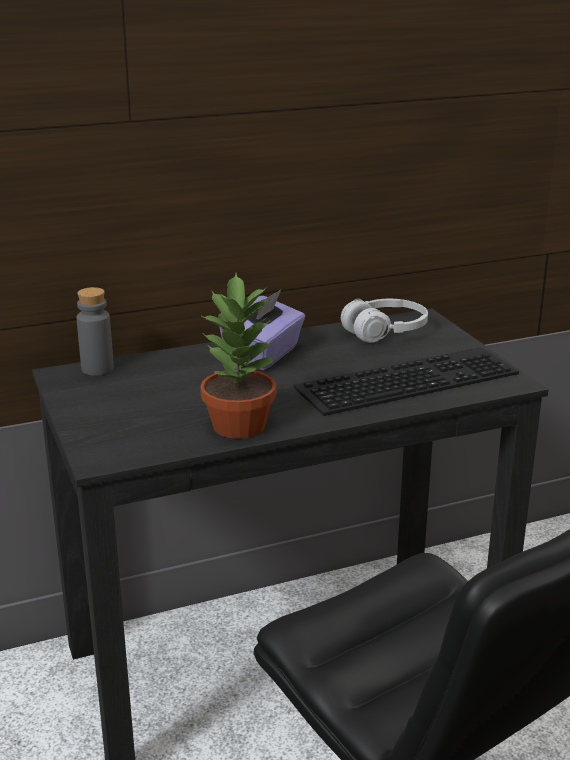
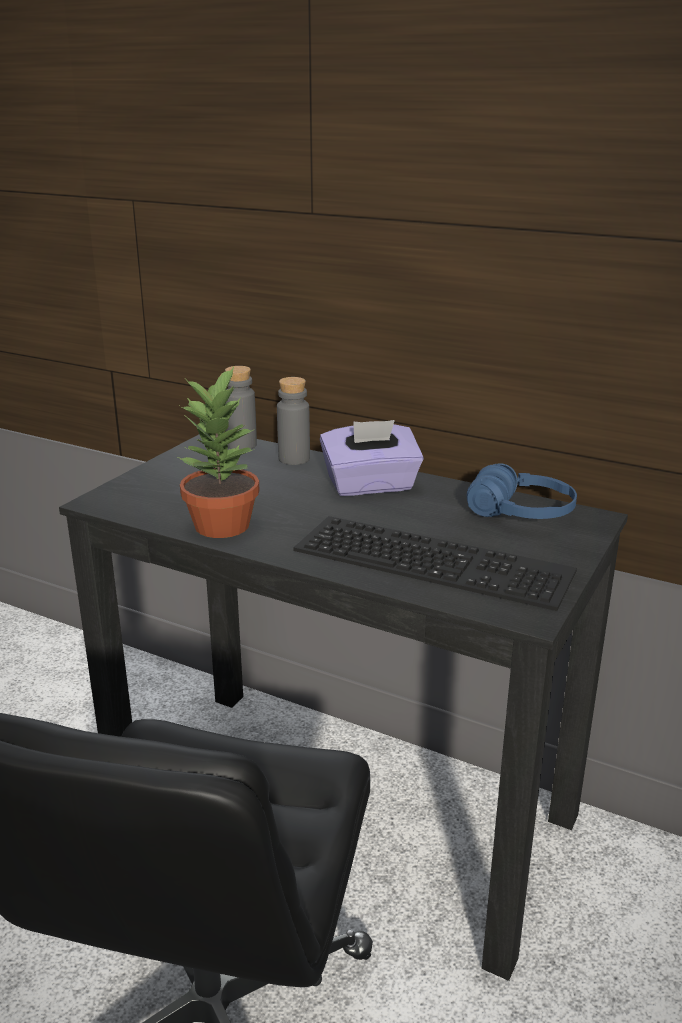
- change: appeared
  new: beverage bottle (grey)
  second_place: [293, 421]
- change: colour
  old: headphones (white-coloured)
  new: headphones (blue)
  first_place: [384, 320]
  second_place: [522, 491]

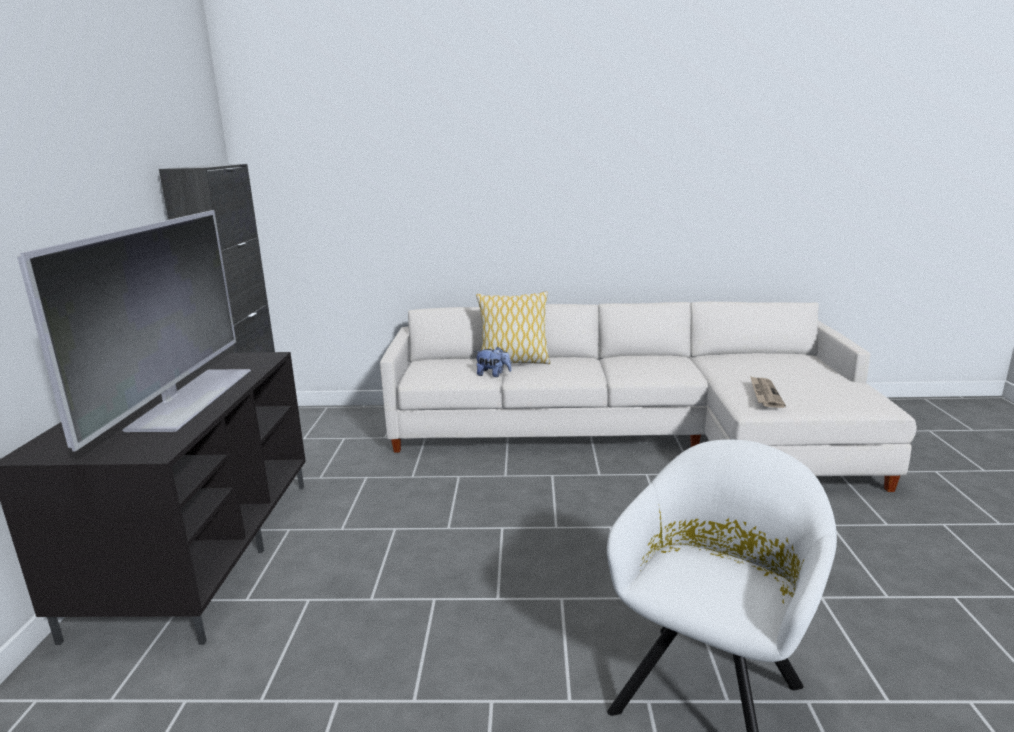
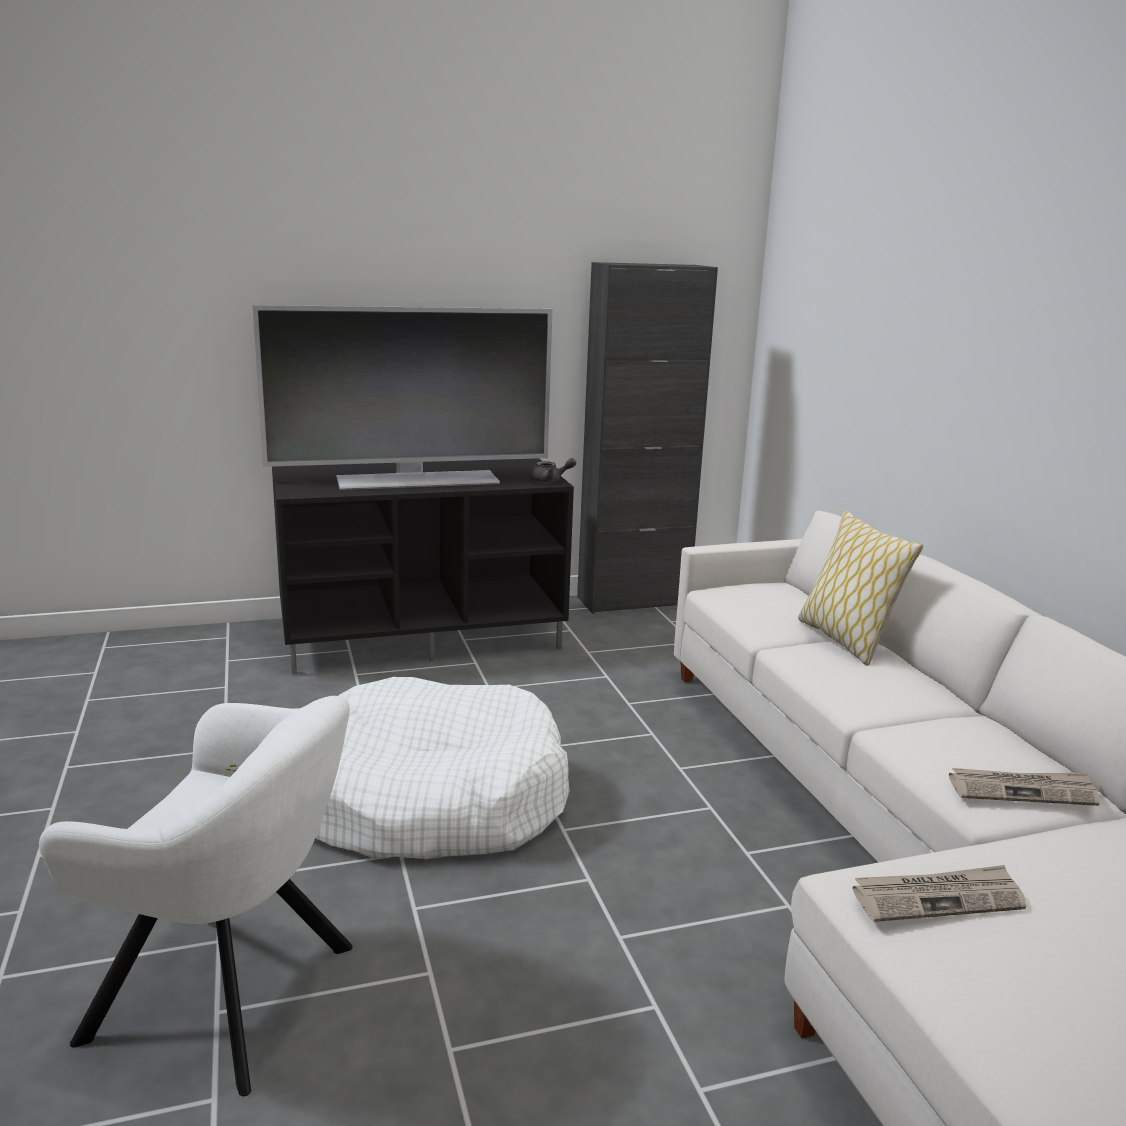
- change: missing
  old: soft toy
  first_place: [493, 362]
- change: appeared
  new: dog cushion (white-coloured)
  second_place: [442, 768]
- change: appeared
  new: pot for tea (grey)
  second_place: [553, 470]
- change: appeared
  new: newspaper
  second_place: [1024, 787]

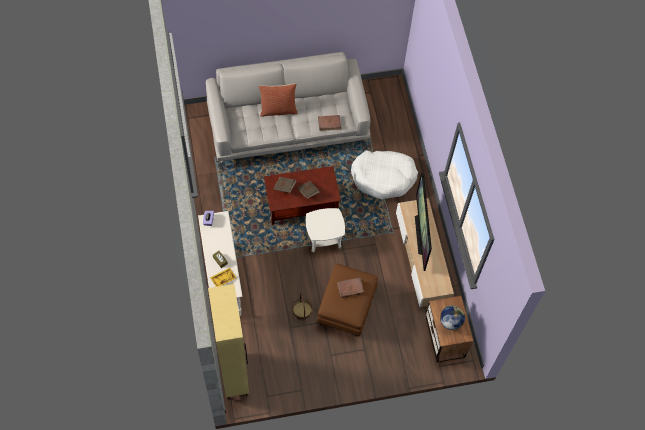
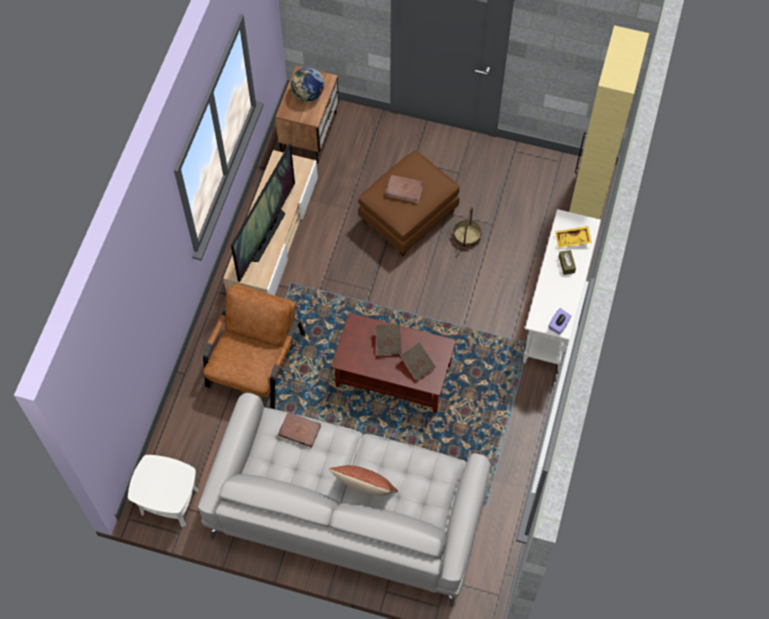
- change: relocated
  old: end table (white-coloured)
  first_place: [325, 230]
  second_place: [163, 491]
- change: exchanged
  old: dog cushion (white-coloured)
  new: lounge chair (brown-coloured)
  first_place: [384, 174]
  second_place: [254, 346]

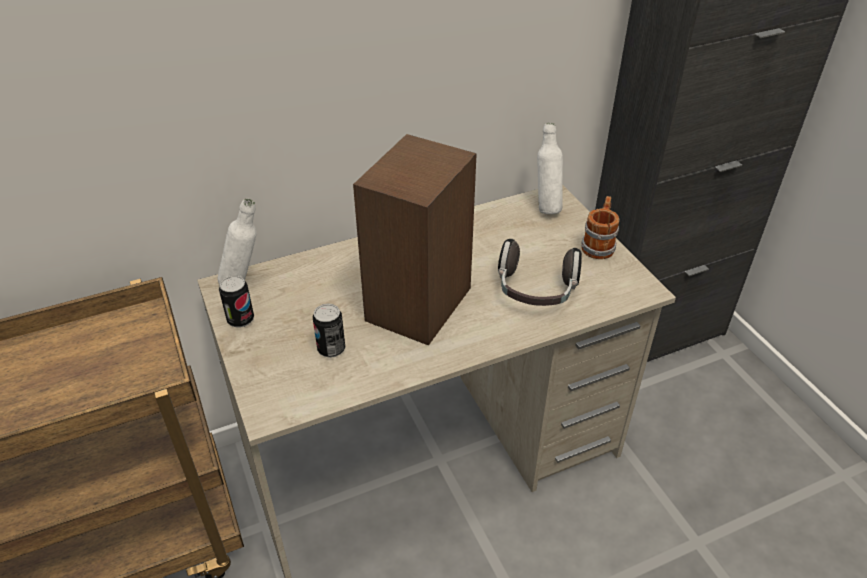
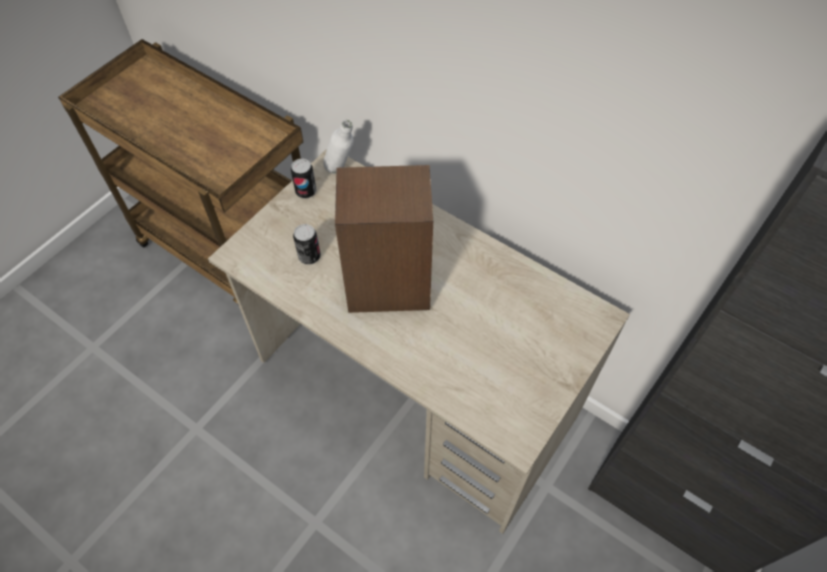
- change: missing
  old: headphones
  first_place: [540, 272]
- change: missing
  old: beverage bottle (white-coloured)
  first_place: [550, 168]
- change: missing
  old: tea mug
  first_place: [600, 227]

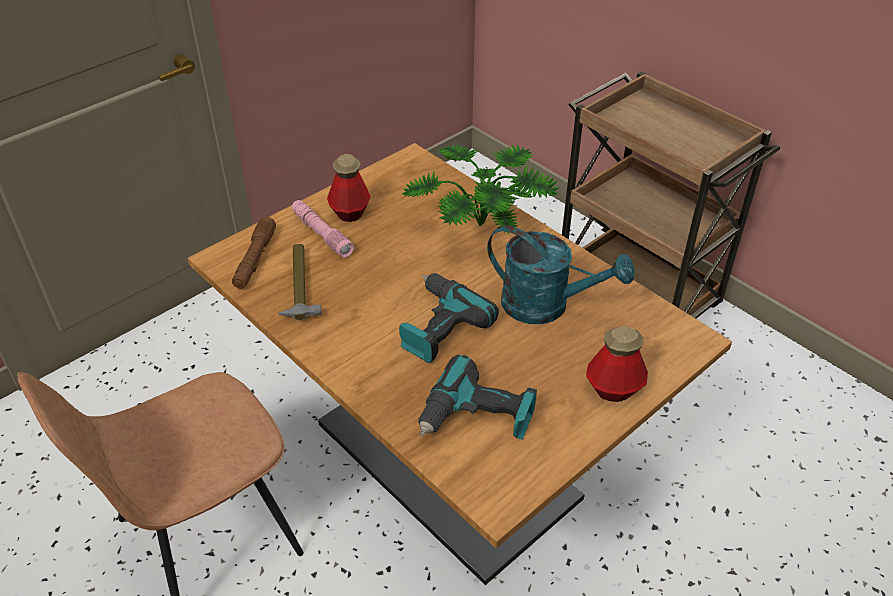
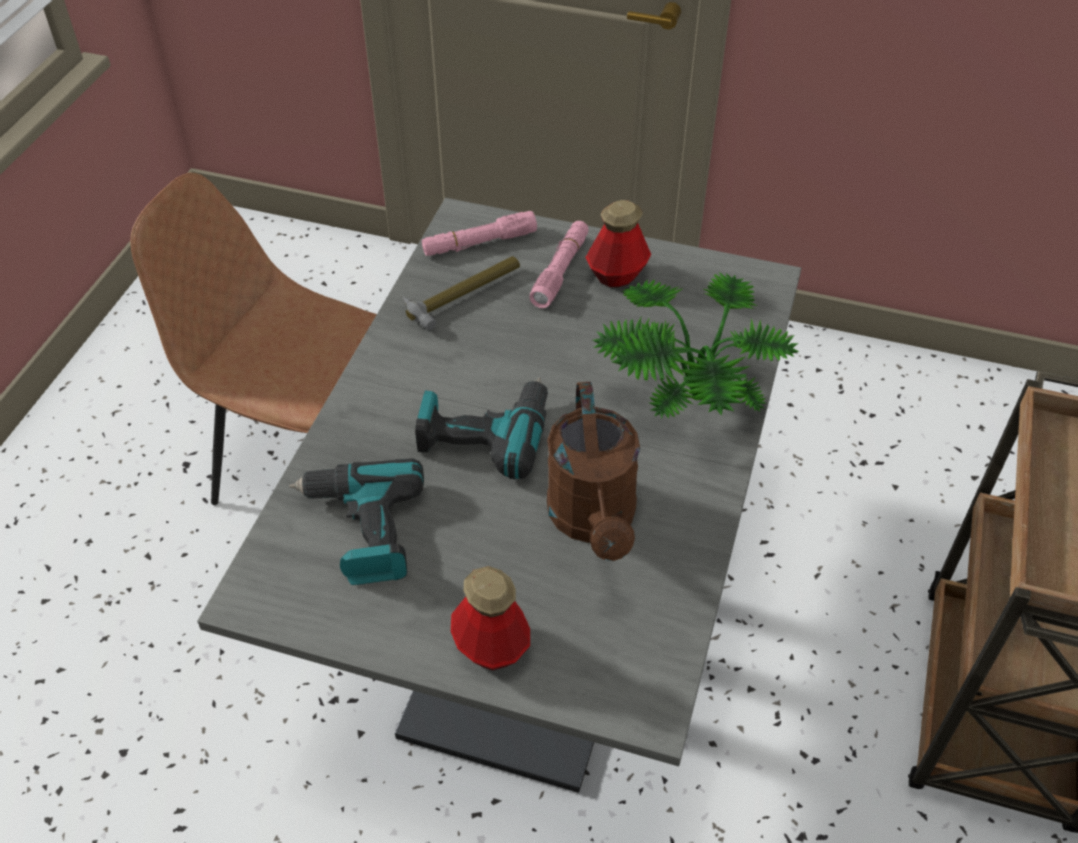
- change: colour
  old: dining table (brown-coloured)
  new: dining table (grey)
  first_place: [460, 364]
  second_place: [499, 495]
- change: colour
  old: torch (brown-coloured)
  new: torch (pink-coloured)
  first_place: [254, 253]
  second_place: [479, 233]
- change: colour
  old: watering can (turquoise)
  new: watering can (brown-coloured)
  first_place: [561, 274]
  second_place: [593, 471]

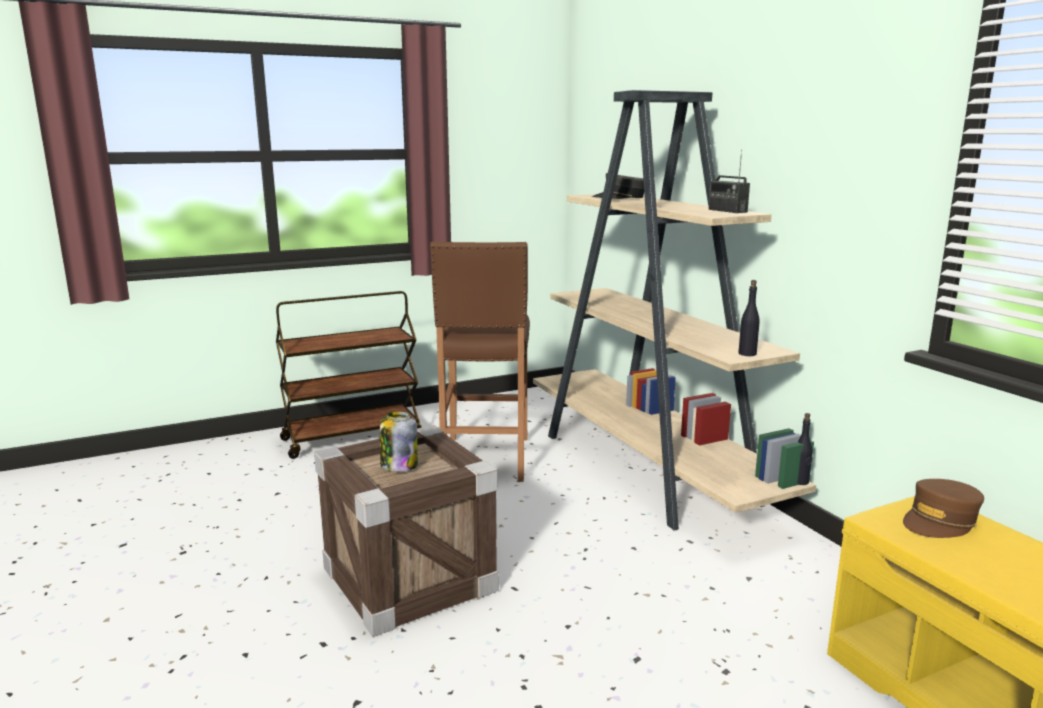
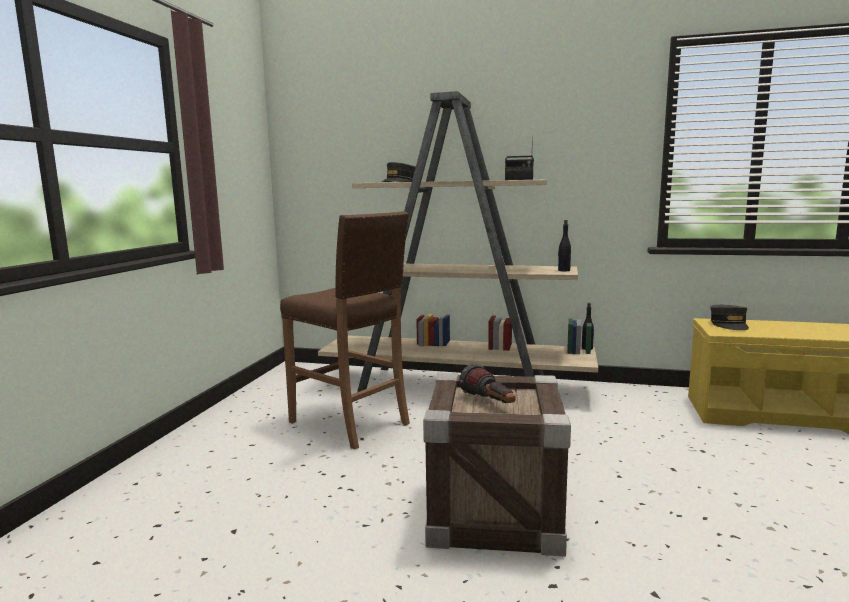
- change: missing
  old: trolley (brown-coloured)
  first_place: [348, 375]
- change: exchanged
  old: storage jar
  new: torch
  first_place: [399, 441]
  second_place: [487, 383]
- change: colour
  old: cap (brown-coloured)
  new: cap (grey)
  first_place: [943, 508]
  second_place: [729, 317]

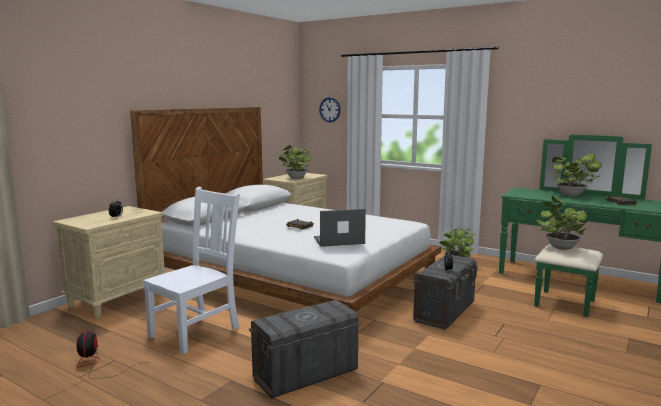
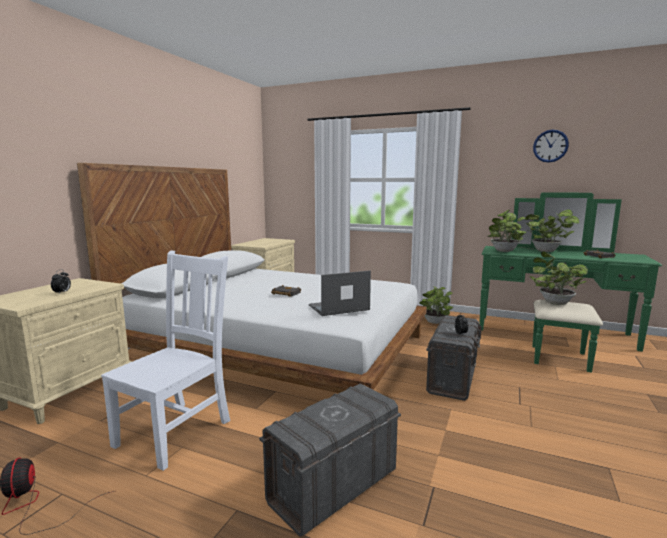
- change: relocated
  old: plant in a pot
  first_place: [295, 162]
  second_place: [507, 231]
- change: relocated
  old: wall clock
  first_place: [329, 109]
  second_place: [551, 146]

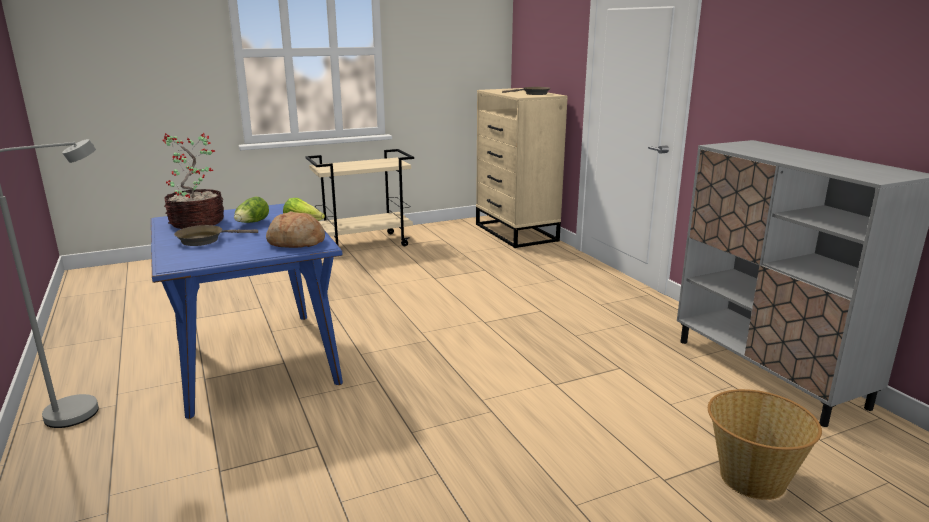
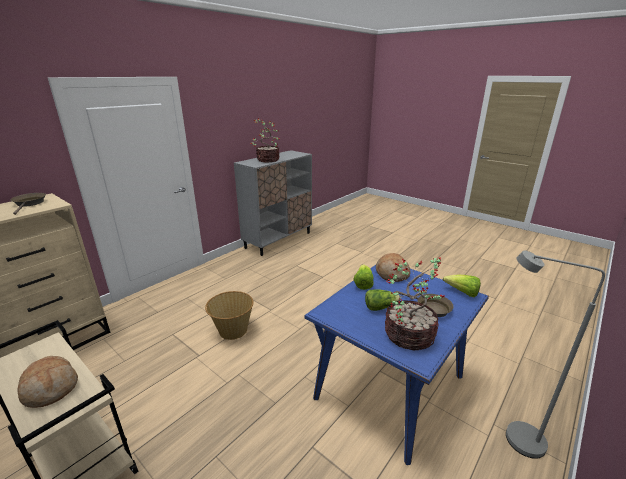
- change: appeared
  new: bakery bread
  second_place: [48, 382]
- change: appeared
  new: plant in a pot
  second_place: [265, 140]
- change: appeared
  new: lettuce
  second_place: [462, 286]
- change: relocated
  old: basket
  first_place: [765, 444]
  second_place: [229, 315]

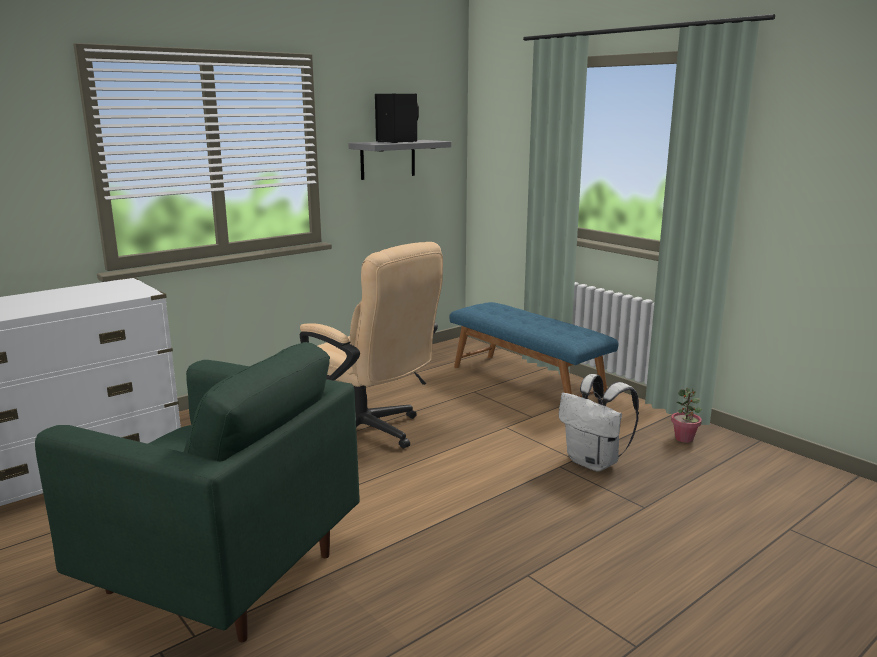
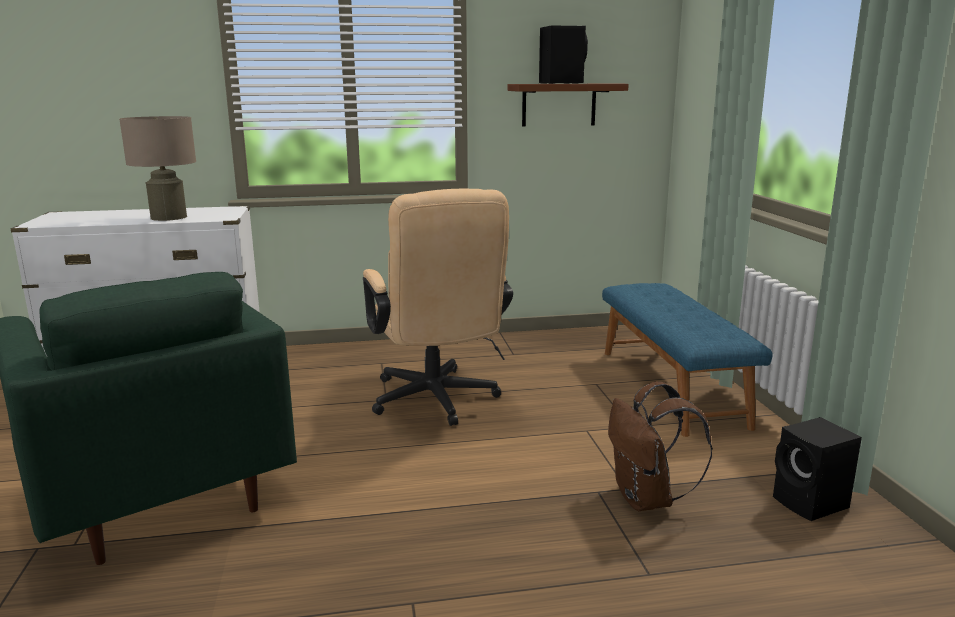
- change: appeared
  new: lamp for a table (beige)
  second_place: [157, 168]
- change: exchanged
  old: plant in a pot
  new: speaker (black)
  first_place: [686, 415]
  second_place: [817, 469]
- change: colour
  old: bracket shelf (grey)
  new: bracket shelf (brown-coloured)
  first_place: [399, 160]
  second_place: [568, 105]
- change: colour
  old: knapsack (white-coloured)
  new: knapsack (brown-coloured)
  first_place: [598, 423]
  second_place: [660, 446]

